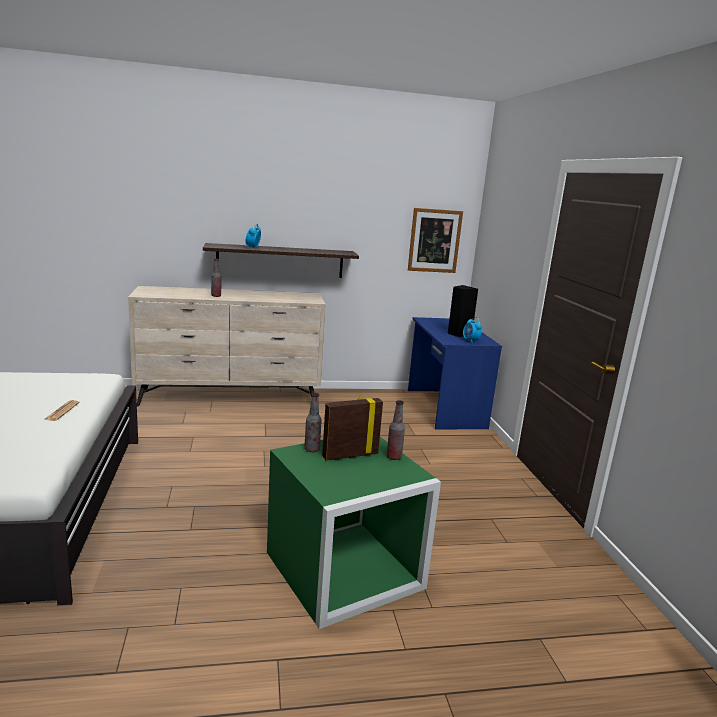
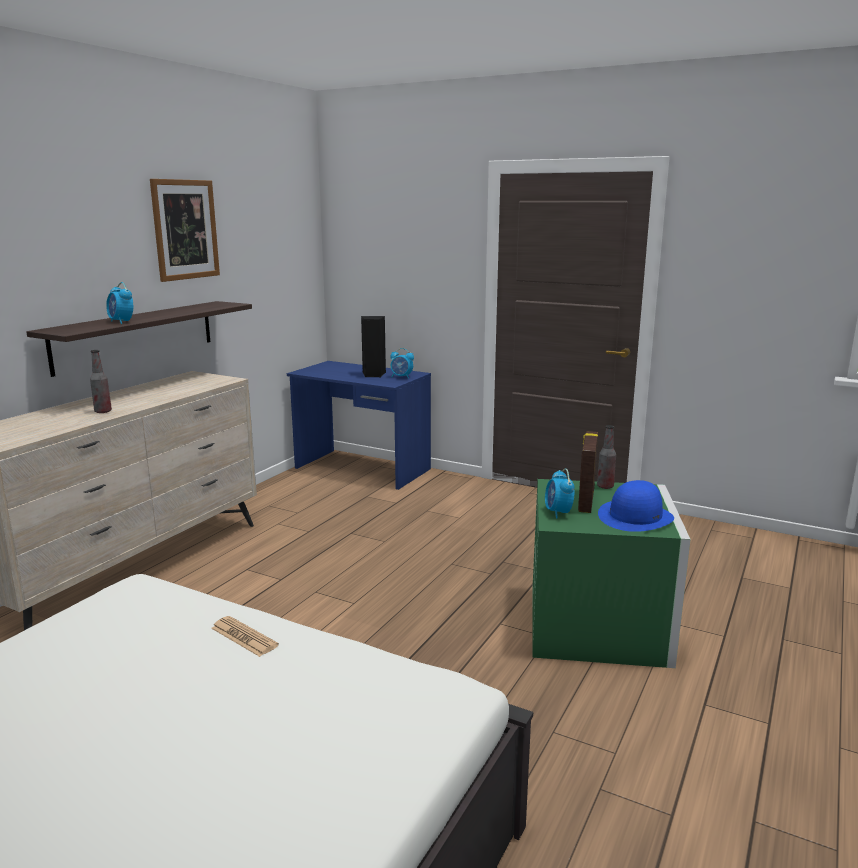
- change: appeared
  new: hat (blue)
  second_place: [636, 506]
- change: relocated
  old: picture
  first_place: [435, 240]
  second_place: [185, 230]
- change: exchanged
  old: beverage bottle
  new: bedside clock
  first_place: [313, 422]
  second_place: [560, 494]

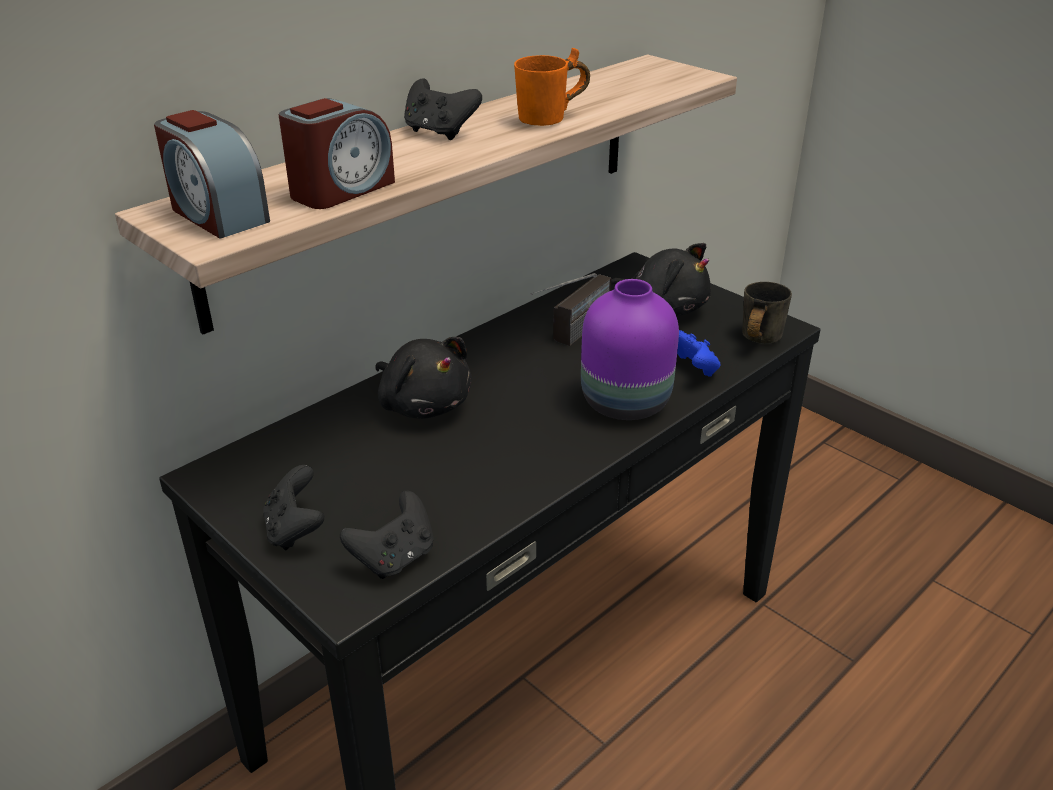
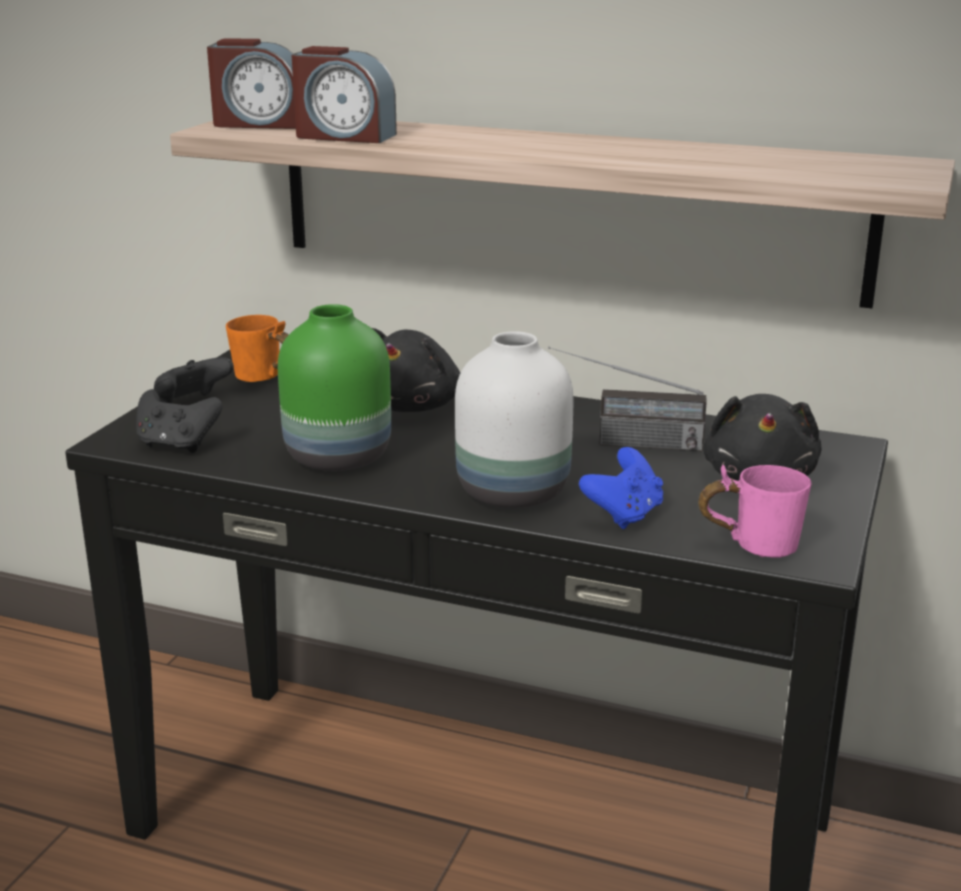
- change: missing
  old: joypad (black)
  first_place: [443, 109]
- change: appeared
  new: decorative vase (green-coloured)
  second_place: [334, 387]
- change: relocated
  old: tea mug (orange-coloured)
  first_place: [552, 87]
  second_place: [257, 348]
- change: colour
  old: decorative vase (purple)
  new: decorative vase (white-coloured)
  first_place: [630, 349]
  second_place: [514, 419]
- change: colour
  old: tea mug (grey)
  new: tea mug (pink-coloured)
  first_place: [767, 313]
  second_place: [755, 511]
- change: spun
  old: bedside clock
  first_place: [212, 174]
  second_place: [251, 83]
  degrees: -105

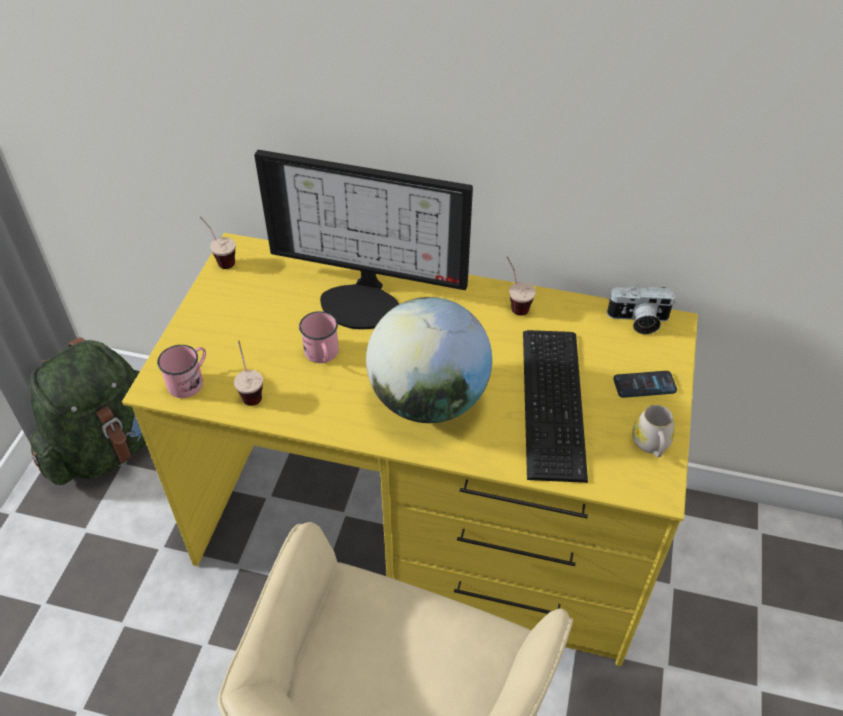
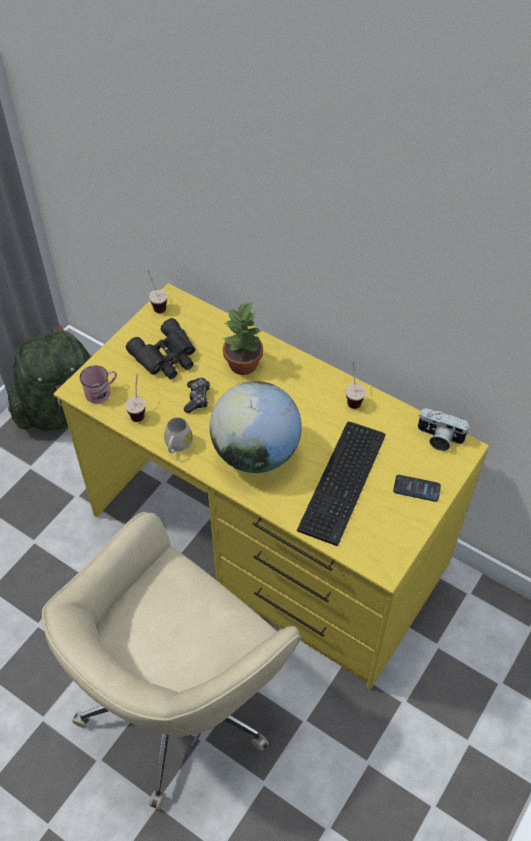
- change: appeared
  new: binoculars (black)
  second_place: [160, 348]
- change: relocated
  old: tea mug (white-coloured)
  first_place: [653, 431]
  second_place: [178, 435]
- change: exchanged
  old: computer screen
  new: plant in a pot
  first_place: [363, 240]
  second_place: [243, 338]
- change: exchanged
  old: tea mug (pink-coloured)
  new: joypad
  first_place: [319, 337]
  second_place: [197, 395]

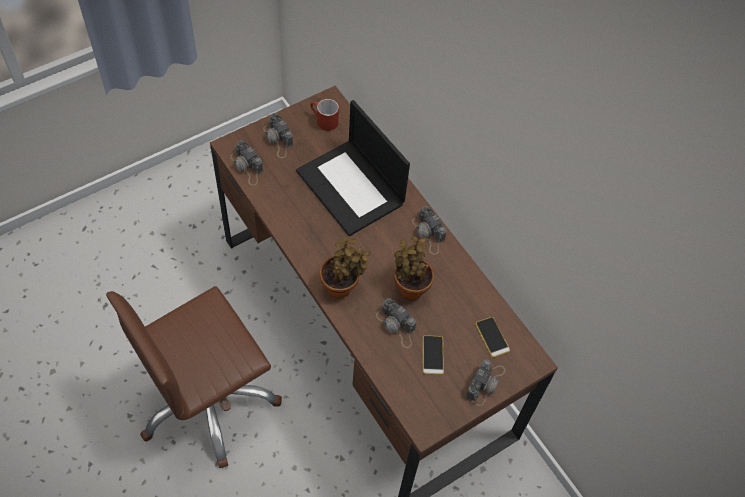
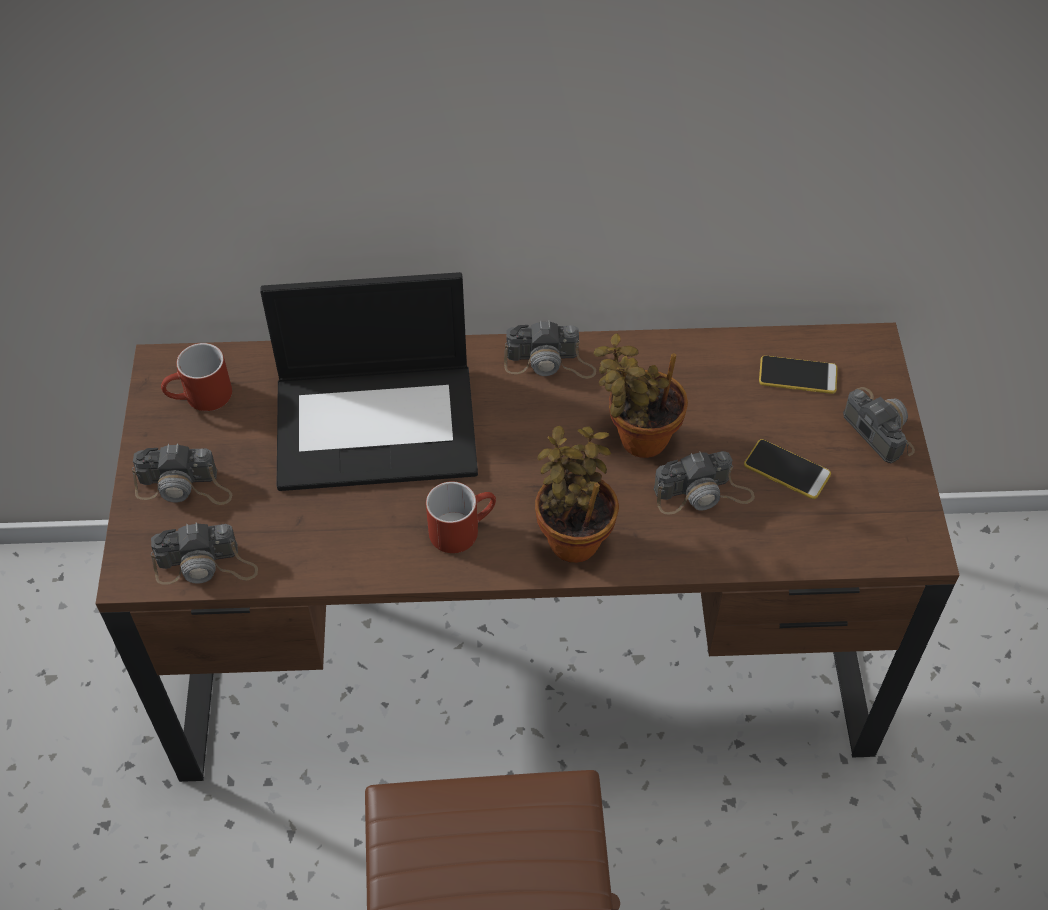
- change: appeared
  new: tea mug (red)
  second_place: [461, 517]

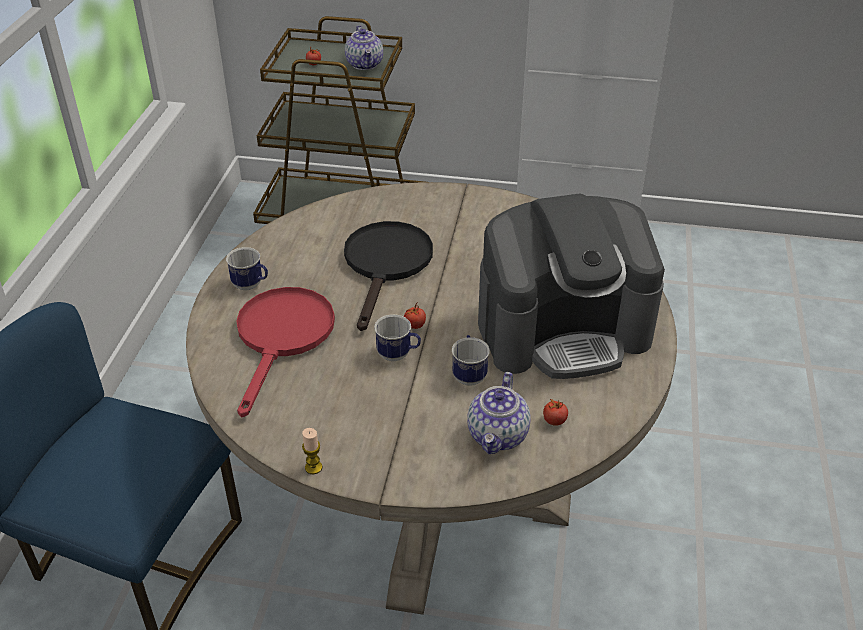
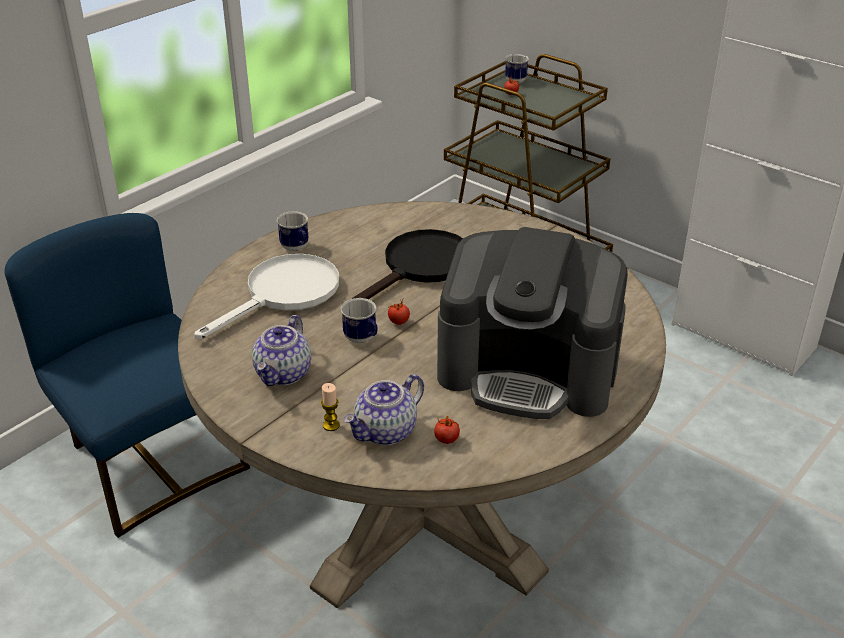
- change: relocated
  old: candle
  first_place: [312, 451]
  second_place: [330, 407]
- change: relocated
  old: pot for tea
  first_place: [364, 47]
  second_place: [281, 350]
- change: relocated
  old: tea mug
  first_place: [471, 360]
  second_place: [517, 69]
- change: colour
  old: frying pan (red)
  new: frying pan (white-coloured)
  first_place: [285, 352]
  second_place: [266, 296]

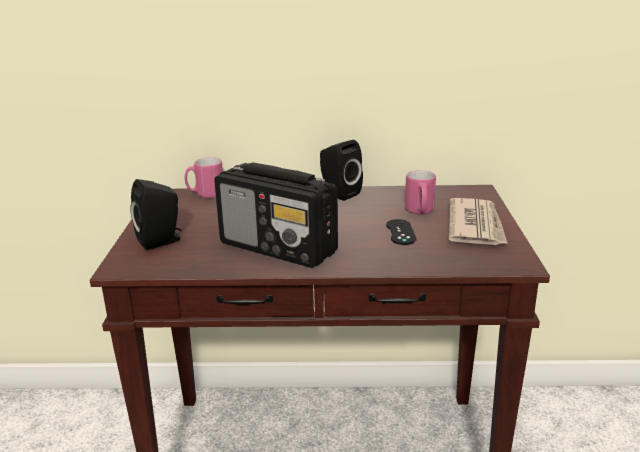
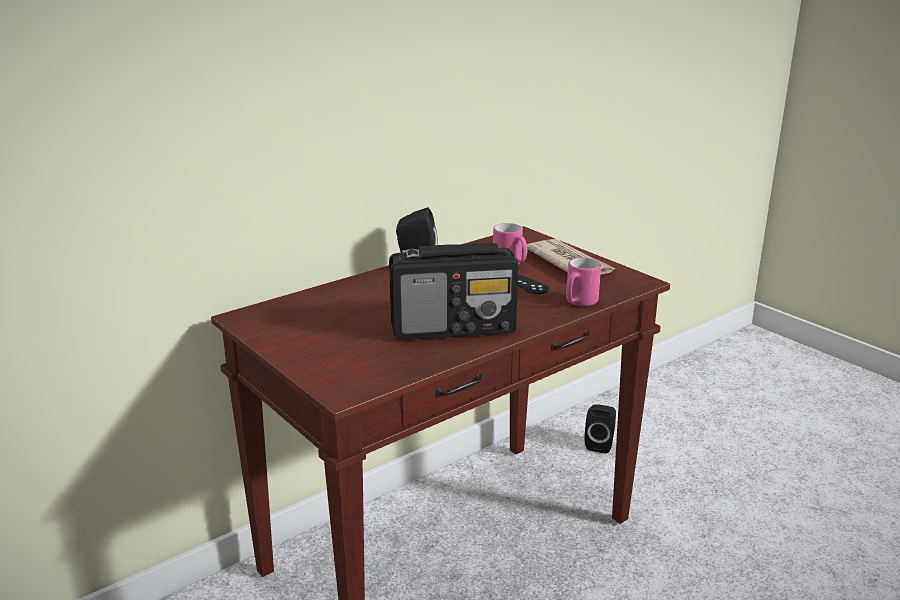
- change: relocated
  old: speaker (black)
  first_place: [156, 214]
  second_place: [600, 429]
- change: relocated
  old: tea mug (pink-coloured)
  first_place: [204, 177]
  second_place: [583, 281]

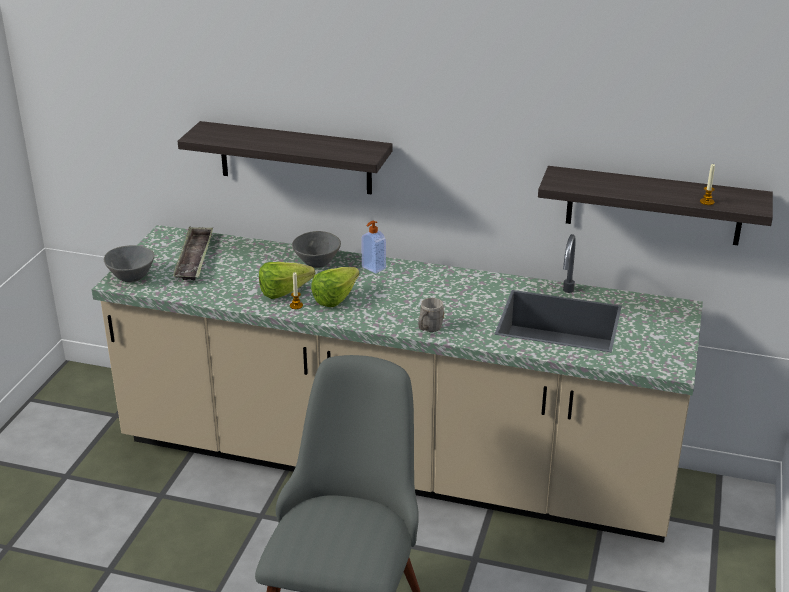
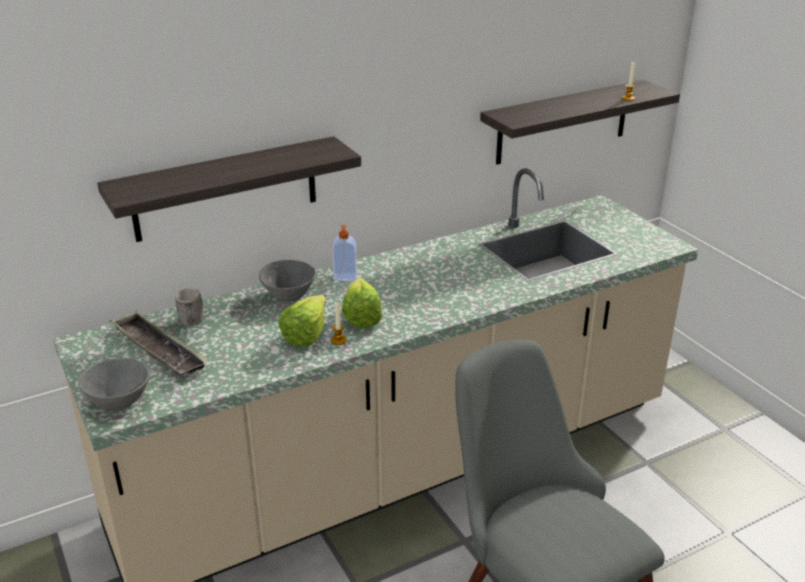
- change: relocated
  old: tea mug (grey)
  first_place: [431, 315]
  second_place: [189, 307]

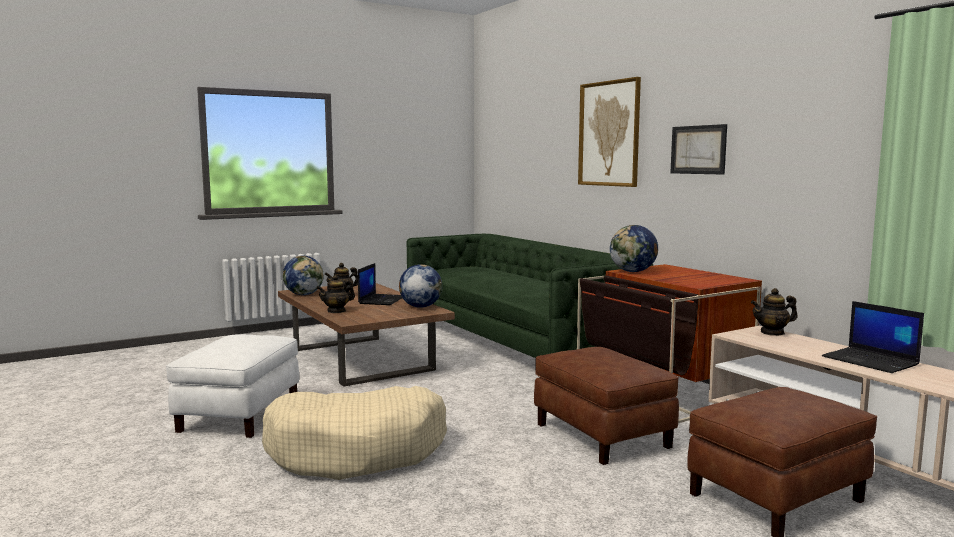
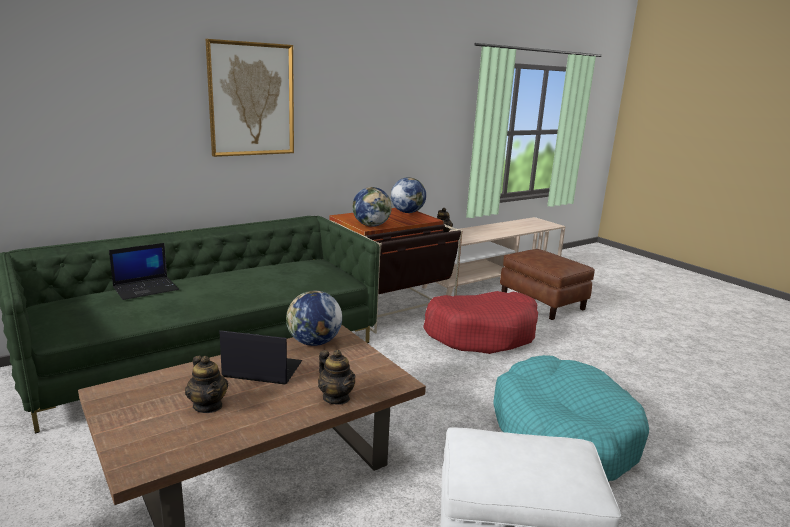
- change: missing
  old: picture
  first_place: [698, 149]
- change: relocated
  old: desk globe
  first_place: [303, 275]
  second_place: [408, 195]
- change: relocated
  old: portable computer
  first_place: [873, 337]
  second_place: [144, 271]
- change: exchanged
  old: pouffe (brown-coloured)
  new: dog cushion (red)
  first_place: [606, 406]
  second_place: [480, 322]
- change: colour
  old: dog cushion (beige)
  new: dog cushion (turquoise)
  first_place: [354, 433]
  second_place: [571, 418]

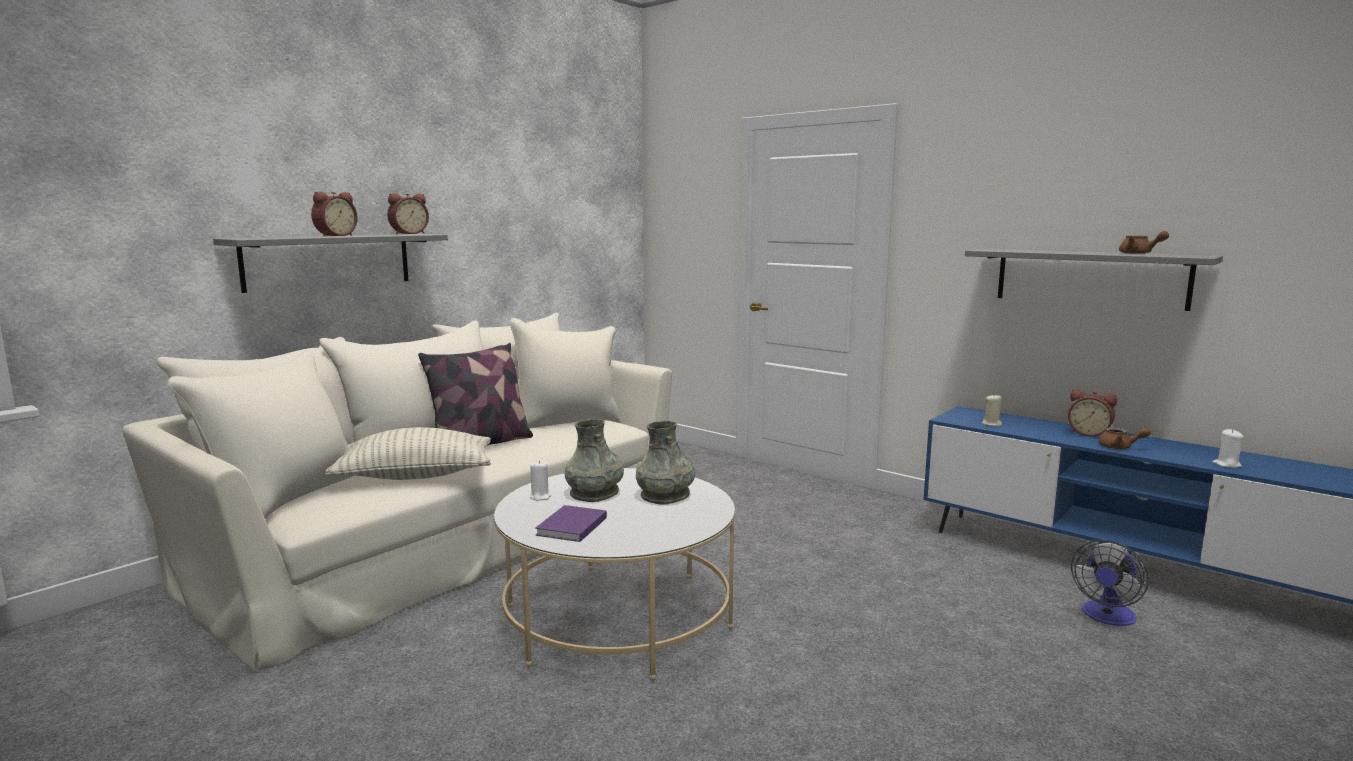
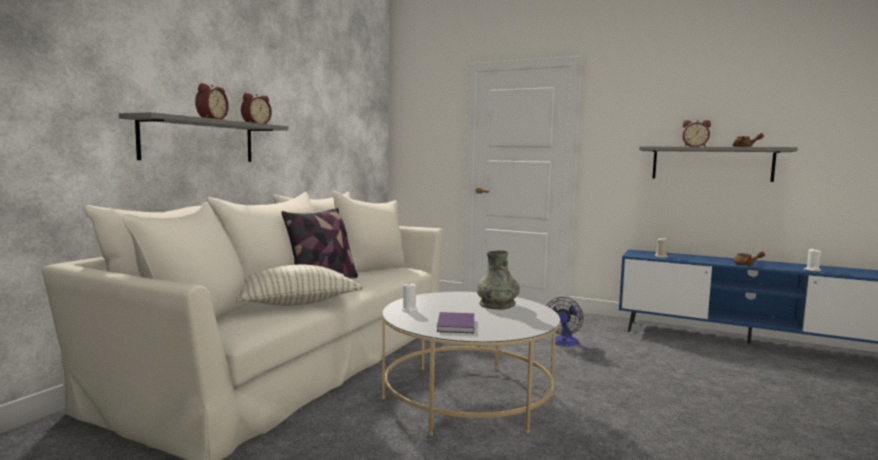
- change: missing
  old: decorative vase (grey)
  first_place: [594, 460]
- change: relocated
  old: bedside clock
  first_place: [1092, 412]
  second_place: [696, 133]
- change: relocated
  old: cooling fan
  first_place: [1110, 583]
  second_place: [565, 321]

